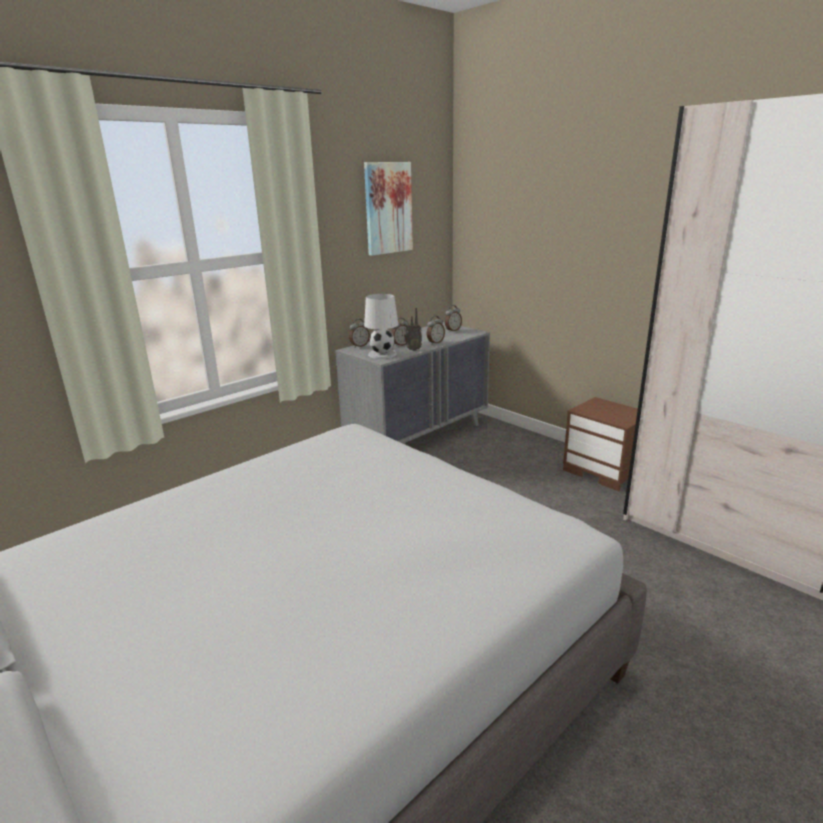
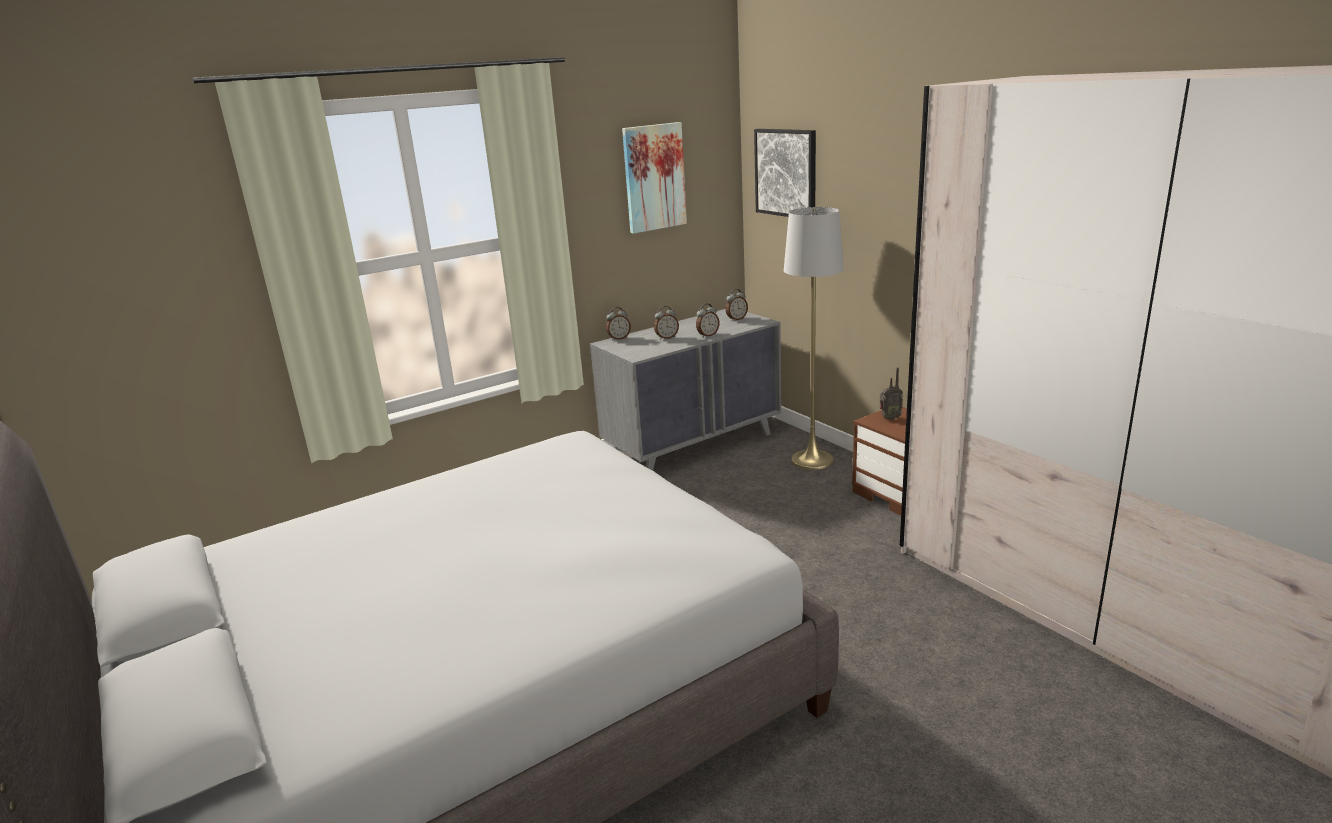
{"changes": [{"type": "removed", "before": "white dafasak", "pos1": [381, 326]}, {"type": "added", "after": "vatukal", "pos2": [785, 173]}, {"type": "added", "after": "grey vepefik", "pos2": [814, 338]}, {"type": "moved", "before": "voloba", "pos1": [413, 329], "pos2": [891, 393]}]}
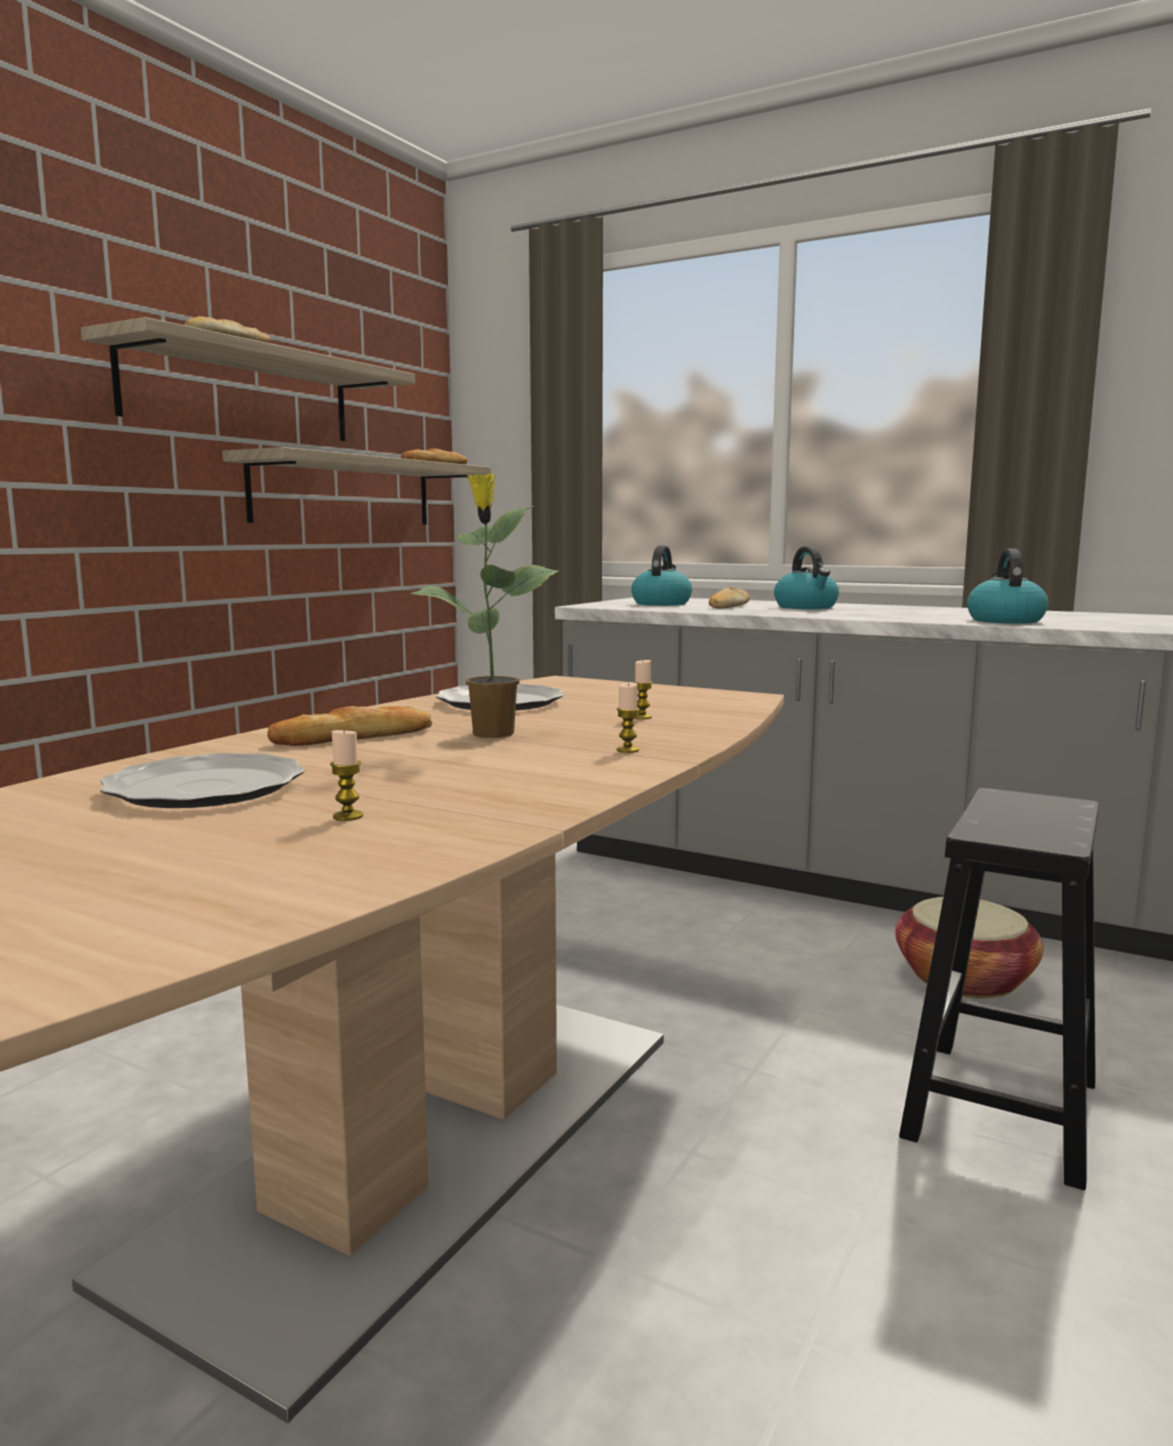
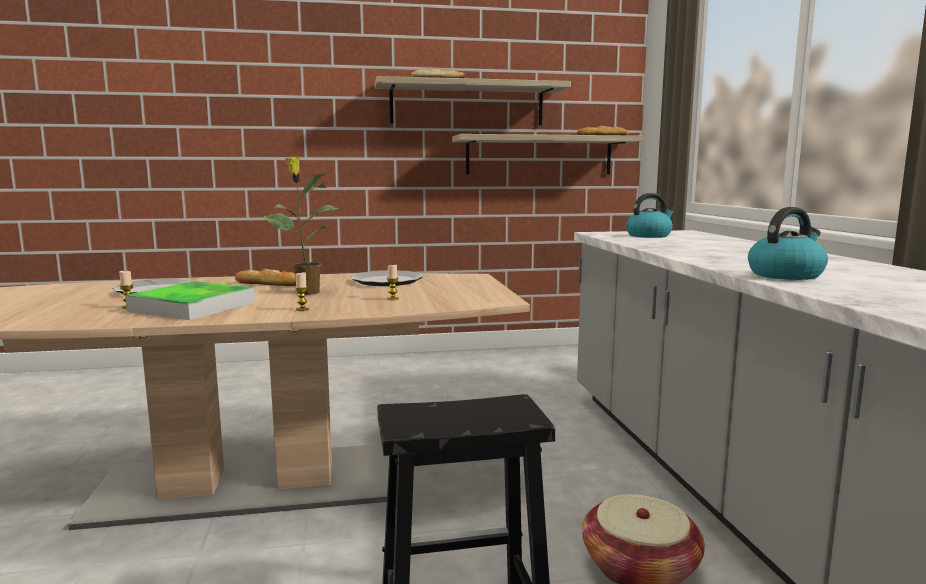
{"changes": [{"type": "removed", "before": "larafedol", "pos1": [729, 598]}, {"type": "removed", "before": "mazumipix", "pos1": [806, 577]}, {"type": "added", "after": "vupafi", "pos2": [190, 300]}]}
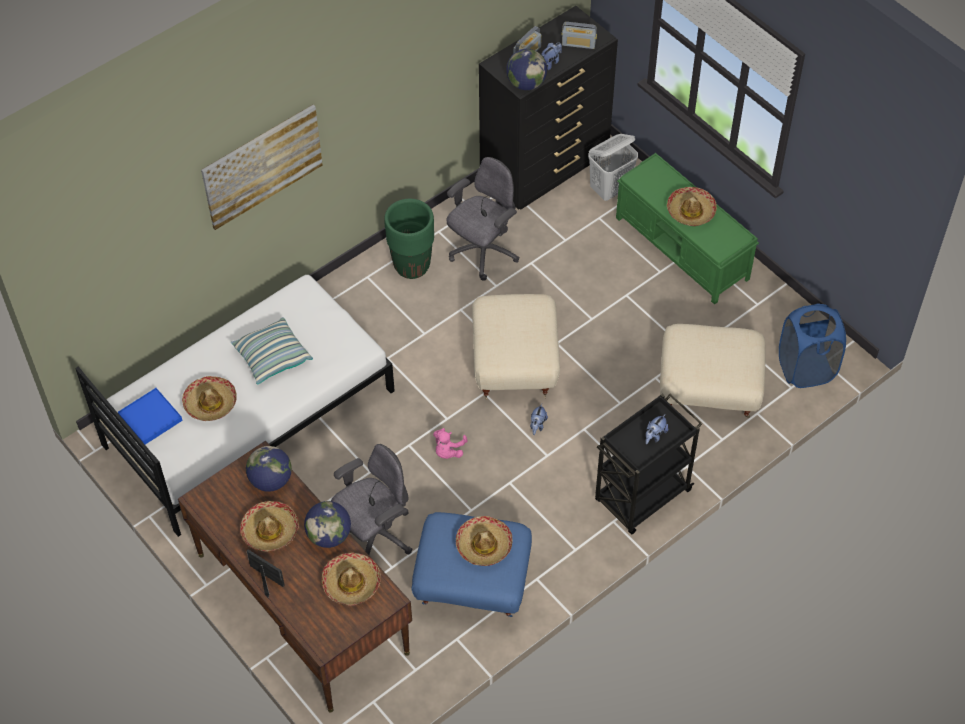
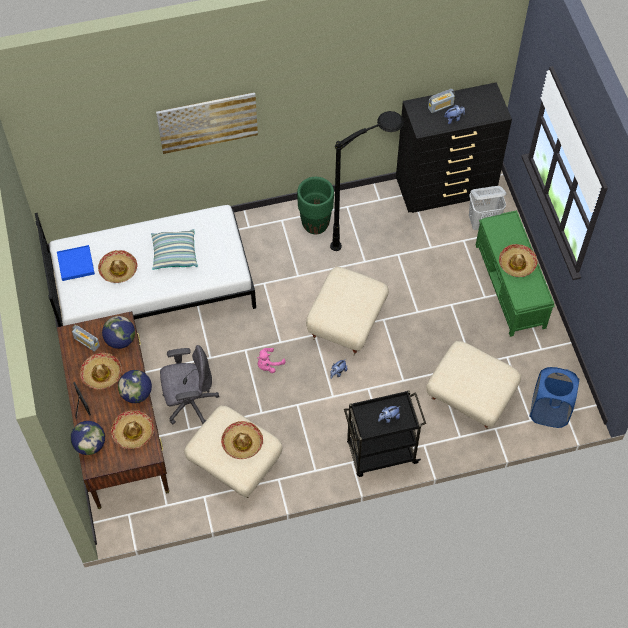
{"changes": [{"type": "moved", "before": "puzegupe", "pos1": [526, 69], "pos2": [87, 438]}, {"type": "moved", "before": "voloba", "pos1": [579, 35], "pos2": [86, 338]}, {"type": "replaced", "before": "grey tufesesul", "after": "black vepefik", "pos1": [483, 219], "pos2": [367, 181]}, {"type": "recoloured", "before": "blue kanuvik", "after": "beige kanuvik", "pos1": [471, 564], "pos2": [233, 452]}]}
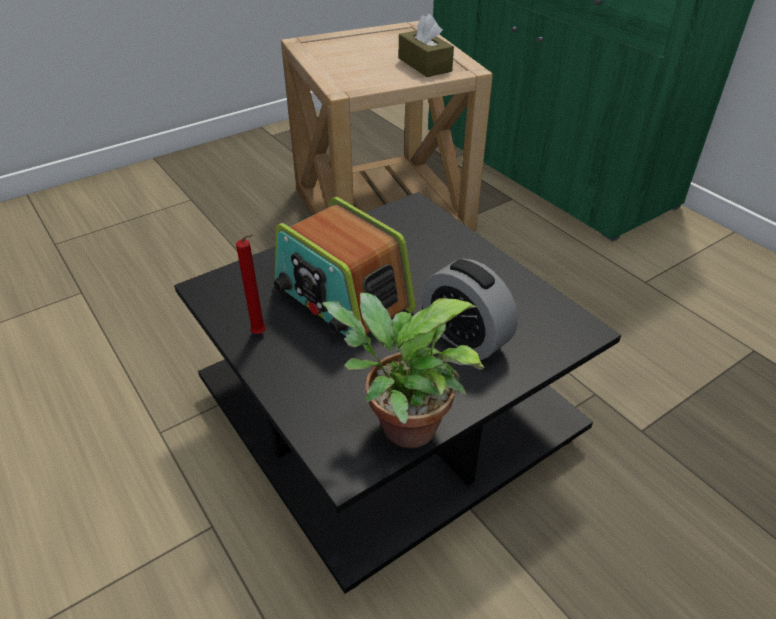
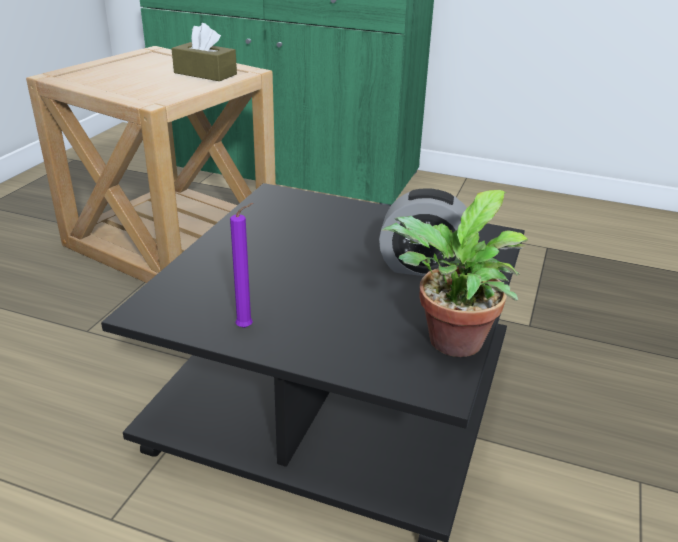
{"changes": [{"type": "removed", "before": "voloba", "pos1": [345, 271]}, {"type": "recoloured", "before": "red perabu", "after": "purple perabu", "pos1": [251, 284], "pos2": [241, 265]}]}
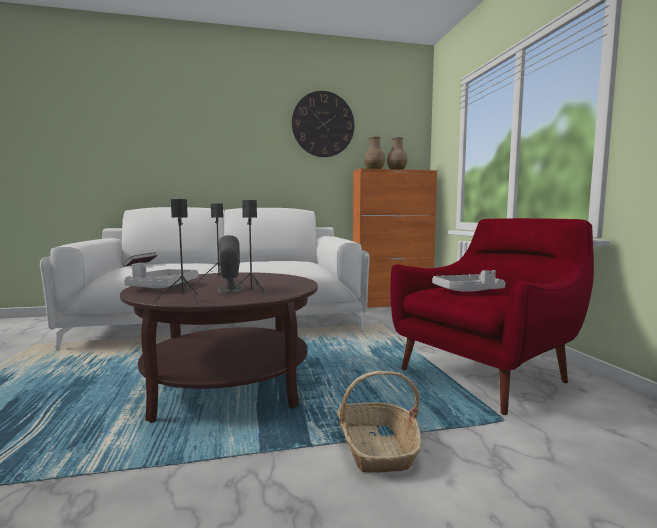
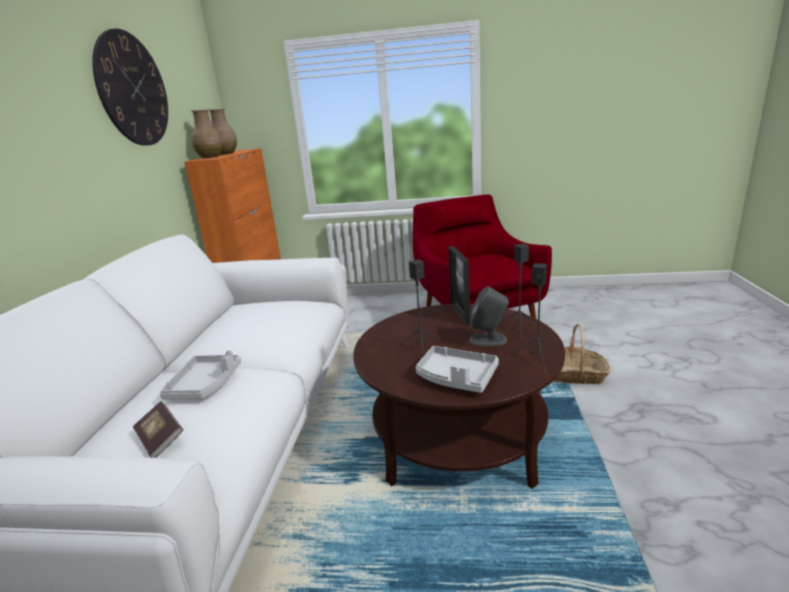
{"changes": [{"type": "added", "after": "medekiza", "pos2": [459, 285]}, {"type": "moved", "before": "grey vupafi", "pos1": [469, 281], "pos2": [200, 375]}]}
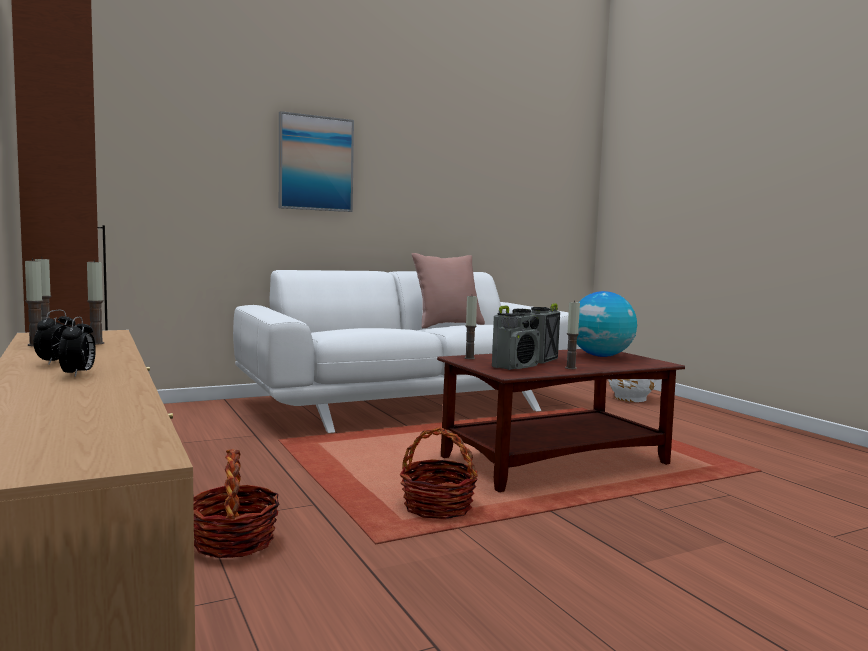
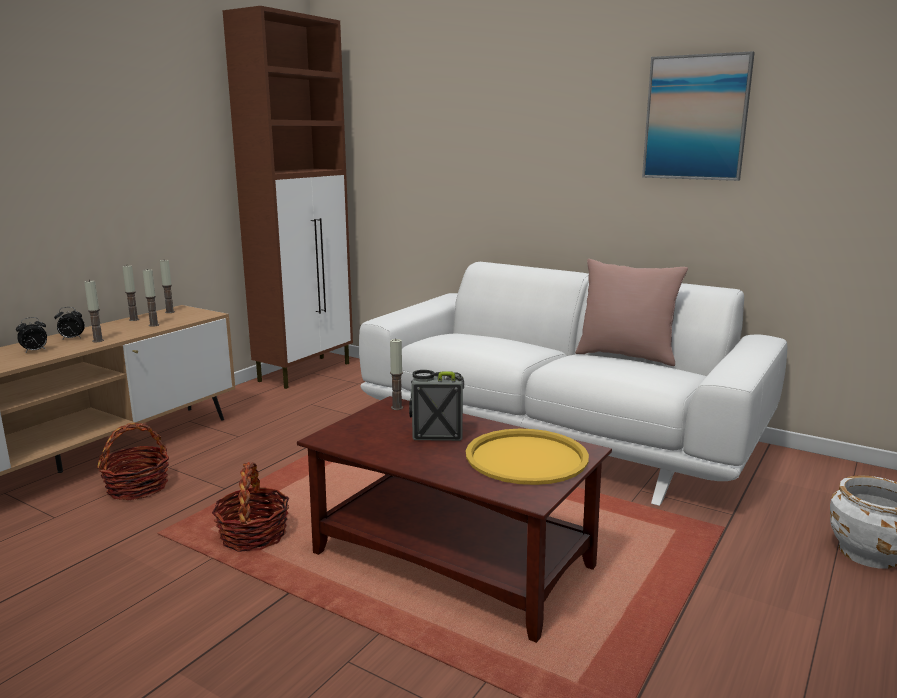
{"changes": [{"type": "removed", "before": "voloba", "pos1": [516, 338]}, {"type": "moved", "before": "vatukal", "pos1": [316, 161], "pos2": [698, 116]}, {"type": "moved", "before": "perabu", "pos1": [572, 334], "pos2": [94, 310]}, {"type": "replaced", "before": "puzegupe", "after": "yellow vupafi", "pos1": [607, 324], "pos2": [527, 457]}]}
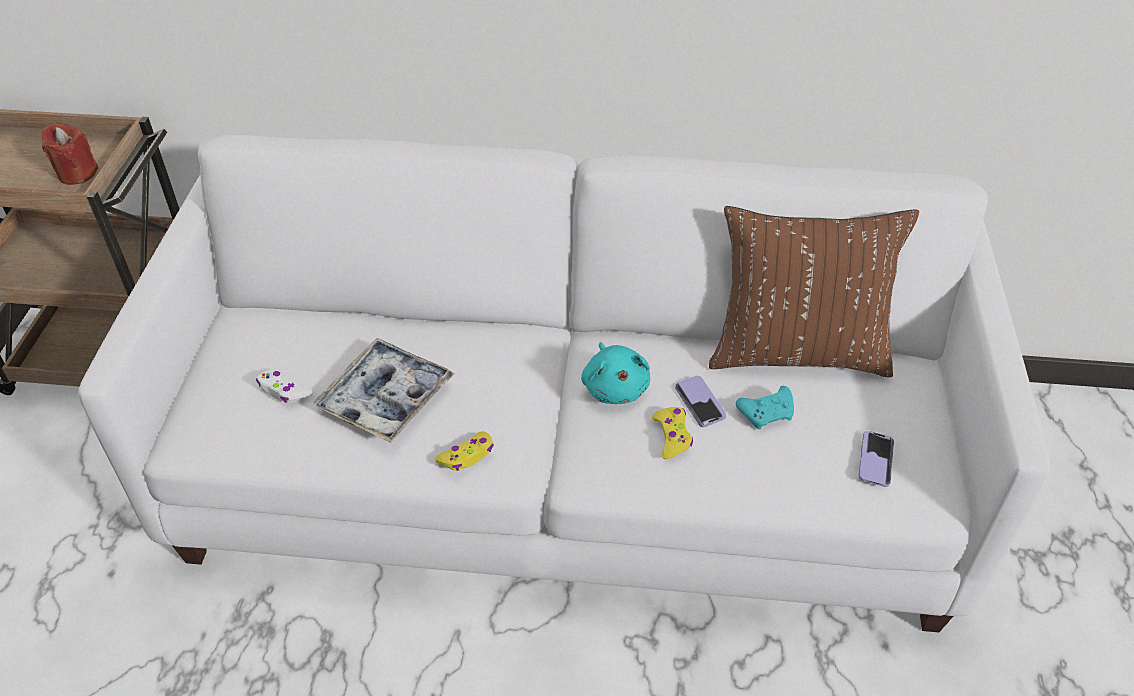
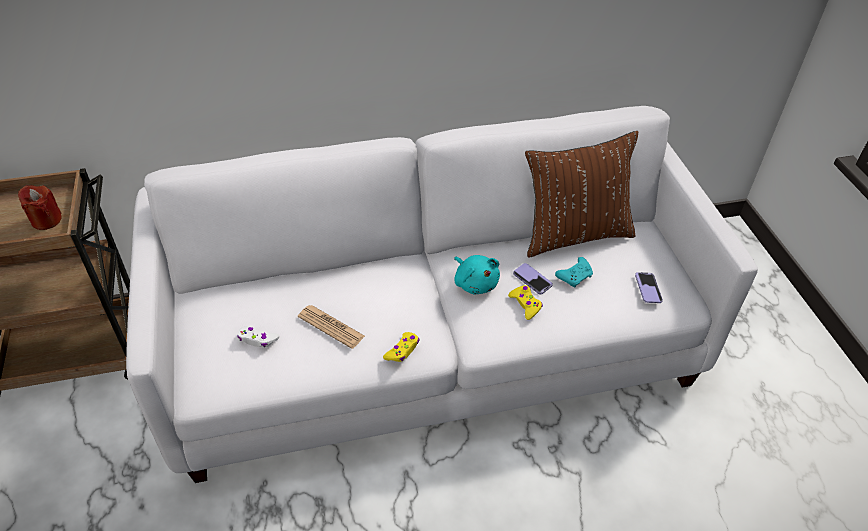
{"changes": [{"type": "replaced", "before": "vupafi", "after": "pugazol", "pos1": [384, 390], "pos2": [331, 327]}]}
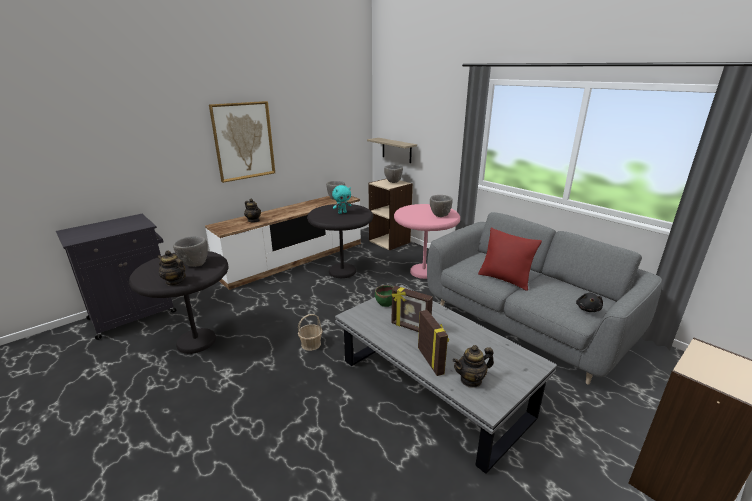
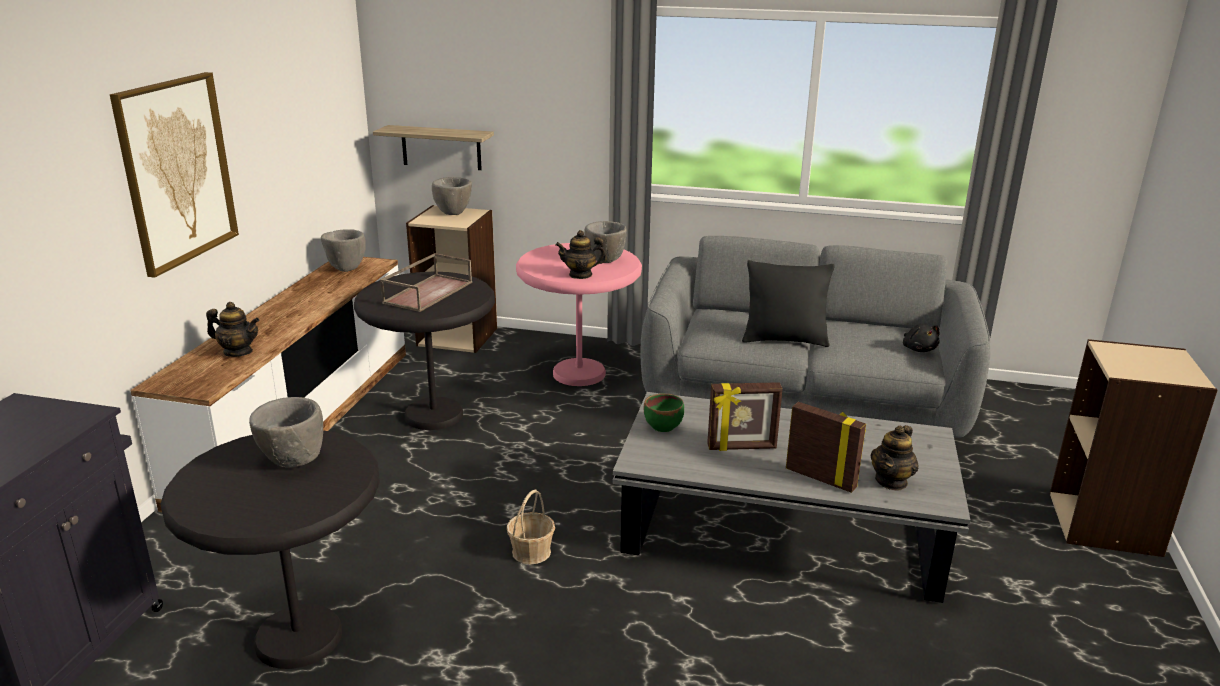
{"changes": [{"type": "moved", "before": "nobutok", "pos1": [171, 268], "pos2": [581, 254]}, {"type": "replaced", "before": "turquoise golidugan", "after": "brown vupafi", "pos1": [342, 199], "pos2": [426, 282]}, {"type": "recoloured", "before": "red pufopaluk", "after": "black pufopaluk", "pos1": [510, 259], "pos2": [788, 303]}]}
